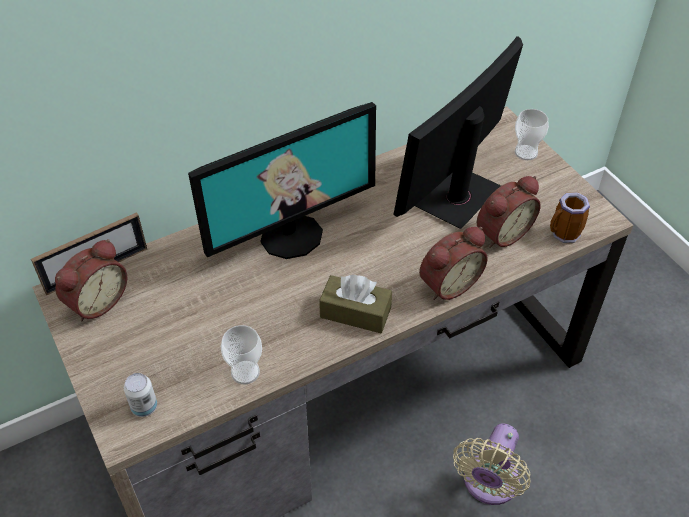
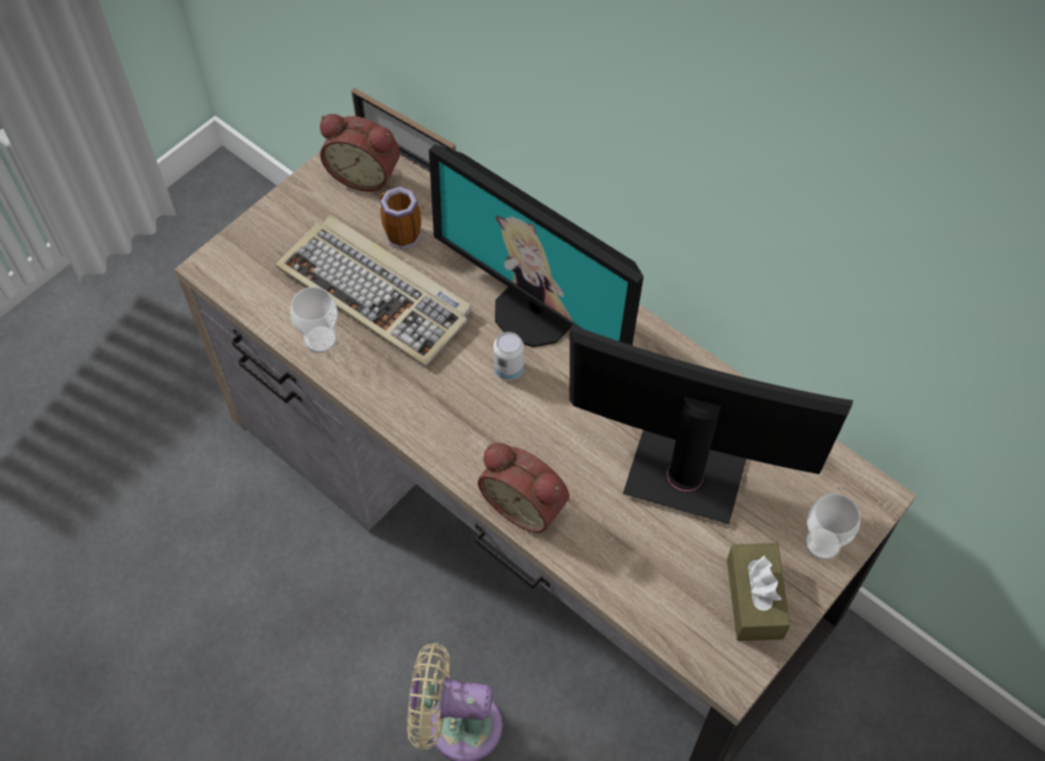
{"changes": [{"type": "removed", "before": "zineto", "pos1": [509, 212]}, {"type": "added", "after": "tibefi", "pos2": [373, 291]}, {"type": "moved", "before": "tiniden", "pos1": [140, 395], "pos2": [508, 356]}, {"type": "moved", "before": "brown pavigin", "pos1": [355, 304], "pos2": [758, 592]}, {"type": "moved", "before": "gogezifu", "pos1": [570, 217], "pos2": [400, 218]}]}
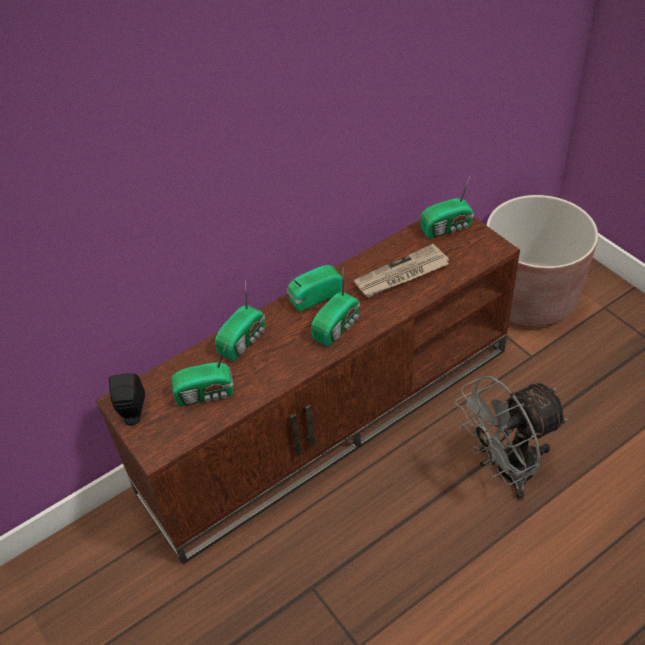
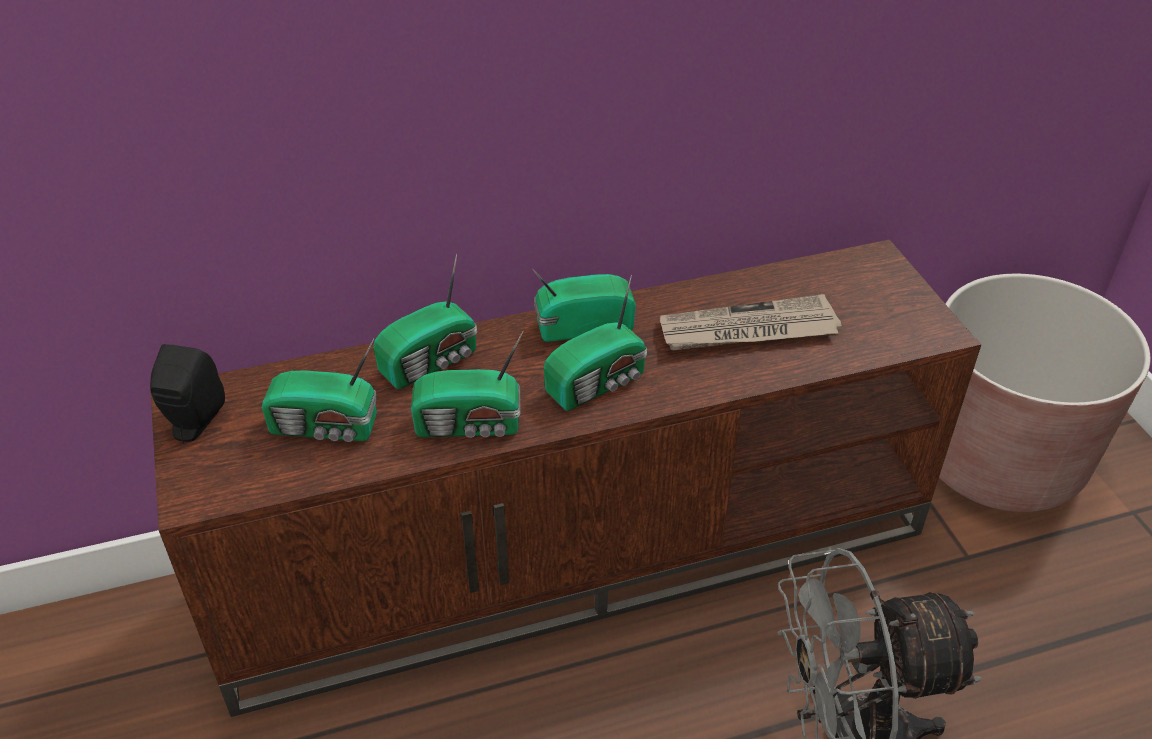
{"changes": [{"type": "moved", "before": "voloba", "pos1": [447, 207], "pos2": [467, 384]}]}
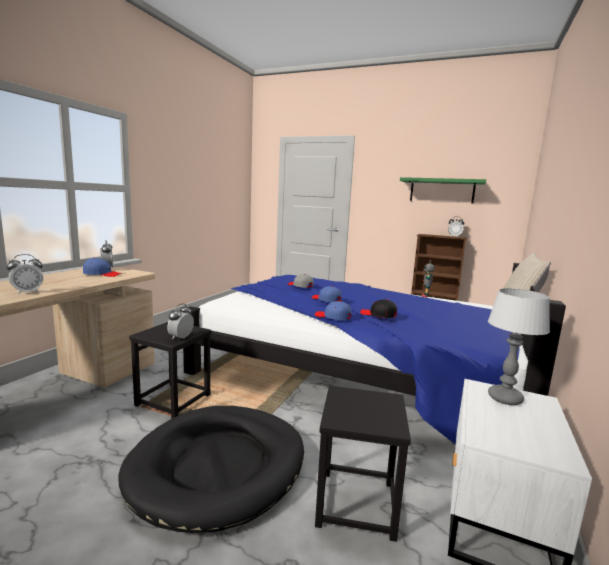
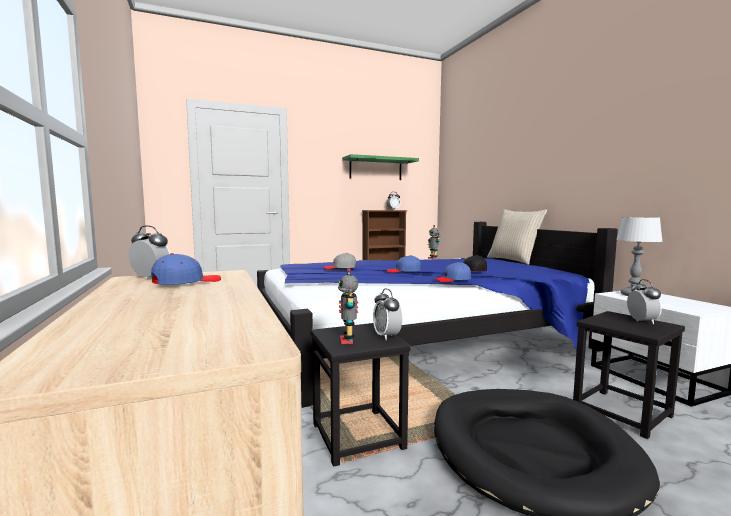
{"changes": [{"type": "added", "after": "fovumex", "pos2": [348, 306]}, {"type": "moved", "before": "zineto", "pos1": [25, 274], "pos2": [644, 301]}]}
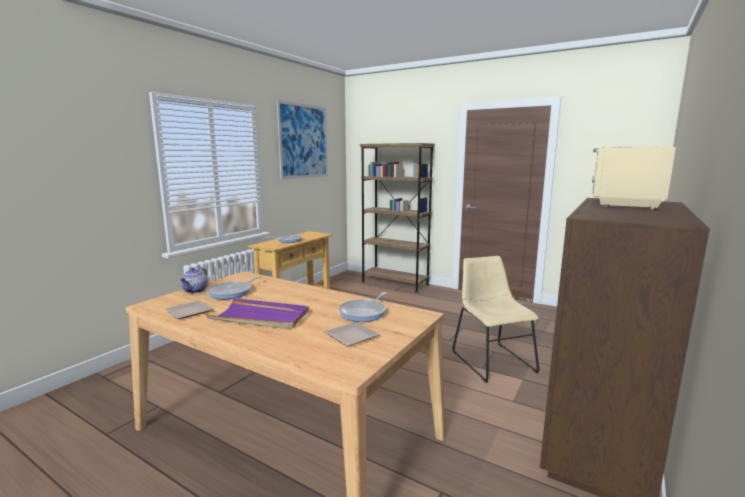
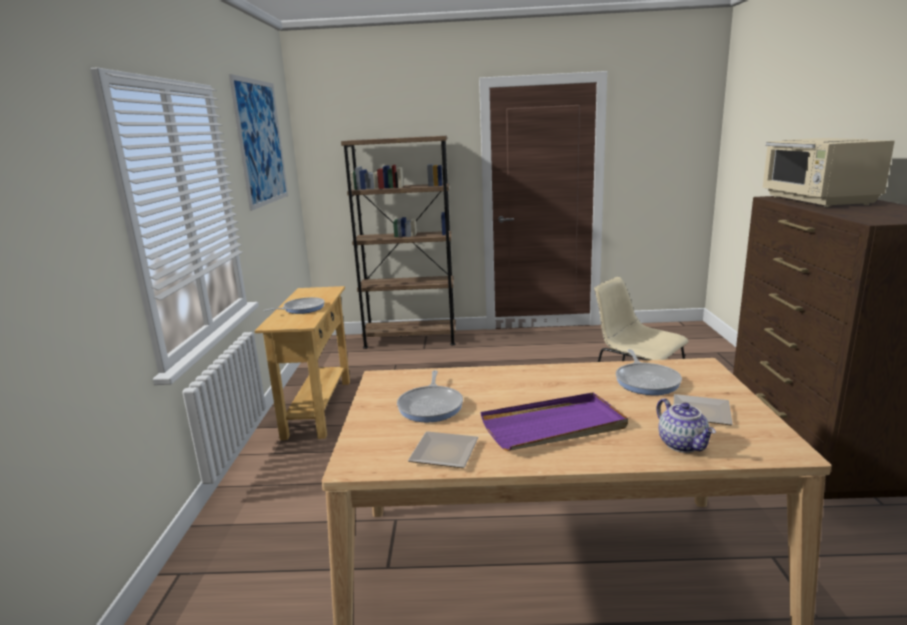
{"changes": [{"type": "moved", "before": "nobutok", "pos1": [194, 280], "pos2": [686, 425]}]}
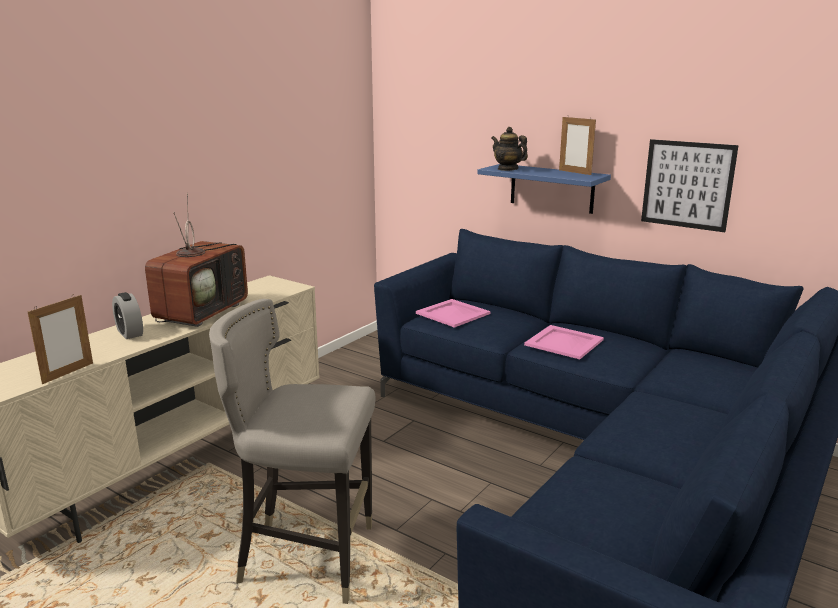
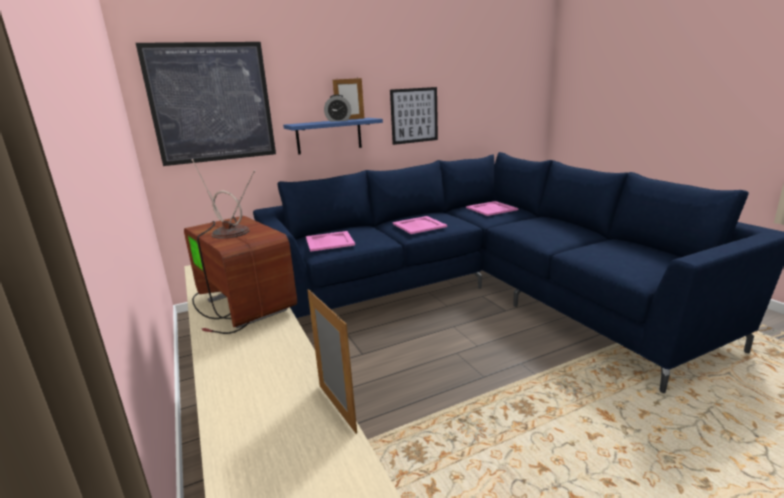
{"changes": [{"type": "removed", "before": "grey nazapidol", "pos1": [292, 451]}, {"type": "removed", "before": "nobutok", "pos1": [509, 149]}, {"type": "added", "after": "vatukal", "pos2": [206, 104]}, {"type": "added", "after": "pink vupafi", "pos2": [492, 208]}, {"type": "moved", "before": "zineto", "pos1": [127, 315], "pos2": [337, 108]}]}
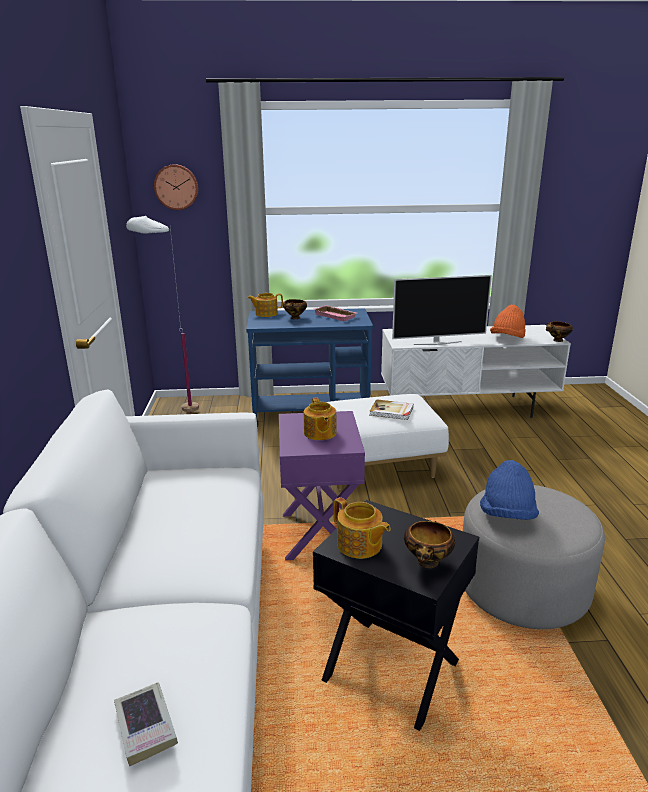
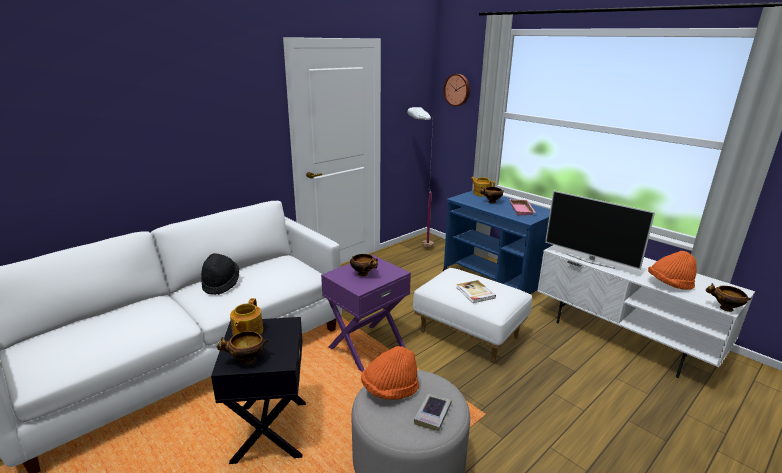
{"changes": [{"type": "added", "after": "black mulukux", "pos2": [220, 274]}, {"type": "moved", "before": "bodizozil", "pos1": [146, 724], "pos2": [432, 412]}, {"type": "replaced", "before": "nobutok", "after": "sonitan", "pos1": [320, 419], "pos2": [364, 265]}, {"type": "recoloured", "before": "blue mulukux", "after": "orange mulukux", "pos1": [509, 490], "pos2": [390, 373]}]}
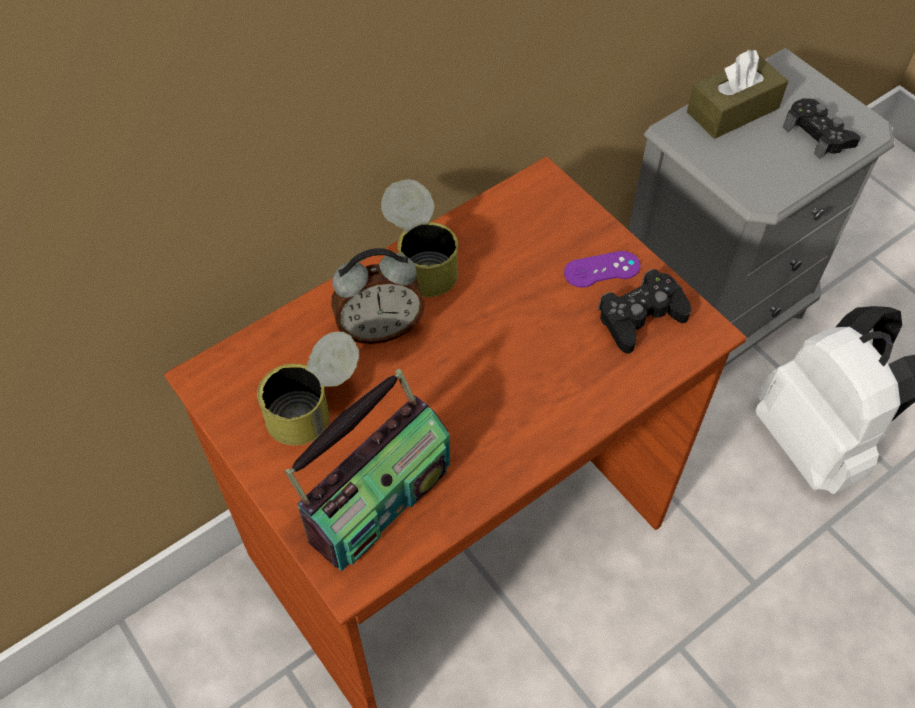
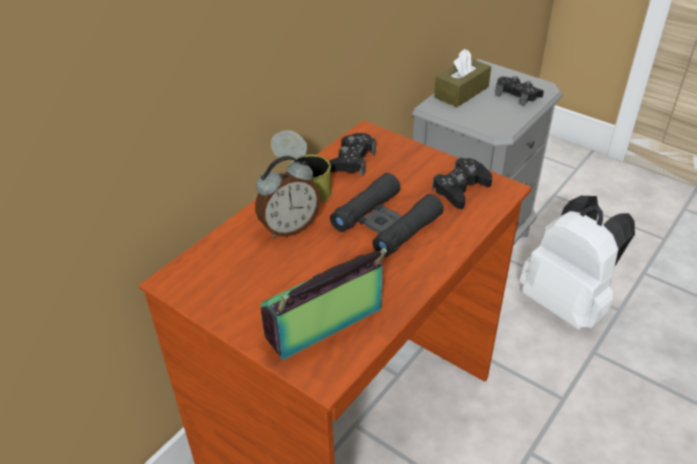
{"changes": [{"type": "removed", "before": "tiniden", "pos1": [308, 389]}, {"type": "removed", "before": "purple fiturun", "pos1": [602, 269]}, {"type": "added", "after": "black fiturun", "pos2": [352, 154]}, {"type": "added", "after": "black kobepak", "pos2": [387, 215]}, {"type": "turned", "before": "voloba", "pos1": [367, 470], "pos2": [324, 304], "turn": -150}]}
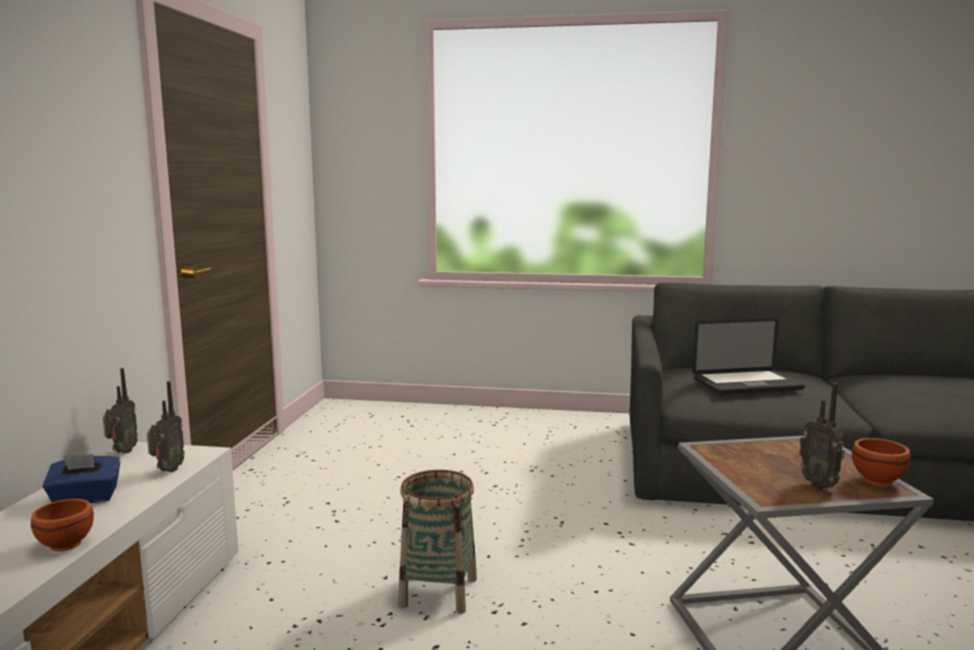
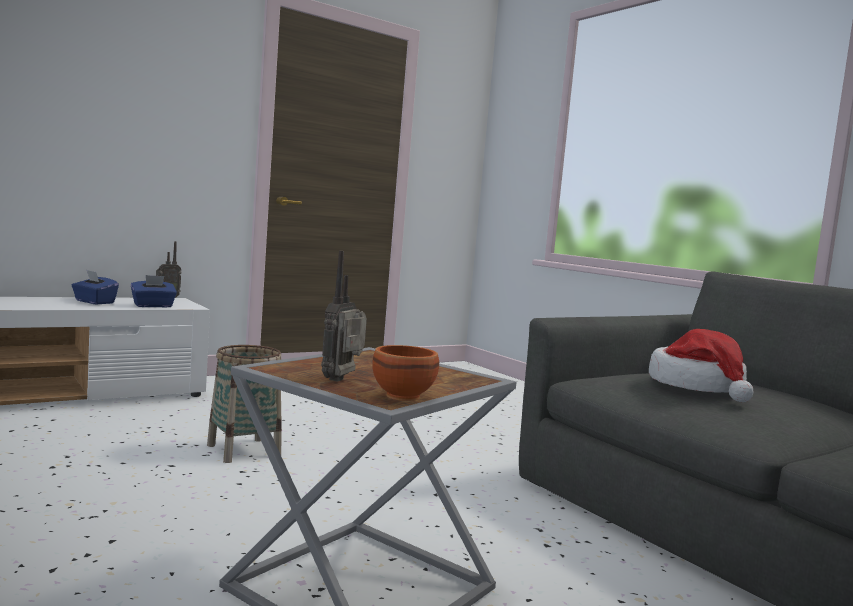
{"changes": [{"type": "removed", "before": "brown sonitan", "pos1": [62, 525]}, {"type": "replaced", "before": "voloba", "after": "blue pavigin", "pos1": [166, 426], "pos2": [154, 291]}, {"type": "replaced", "before": "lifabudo", "after": "mulukux", "pos1": [749, 356], "pos2": [701, 365]}]}
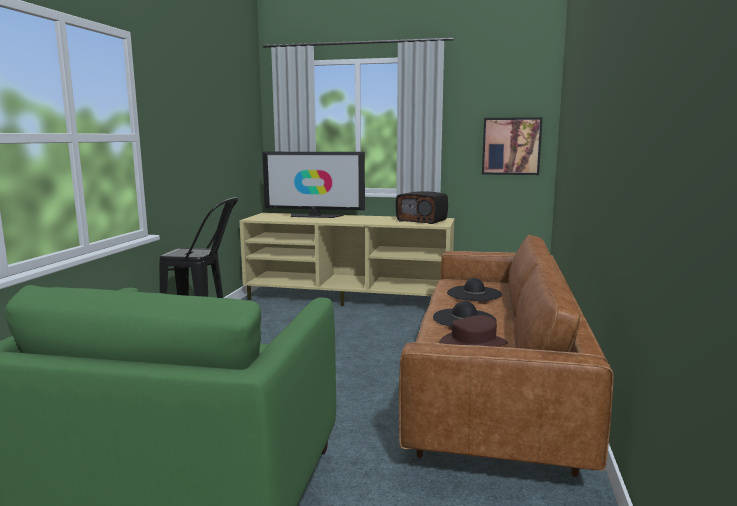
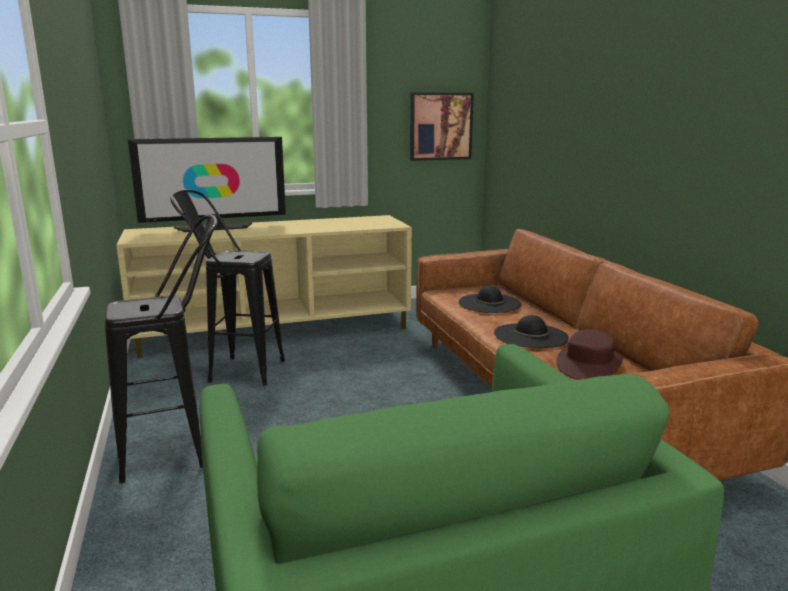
{"changes": [{"type": "removed", "before": "voloba", "pos1": [422, 207]}, {"type": "added", "after": "black nazapidol", "pos2": [227, 287]}]}
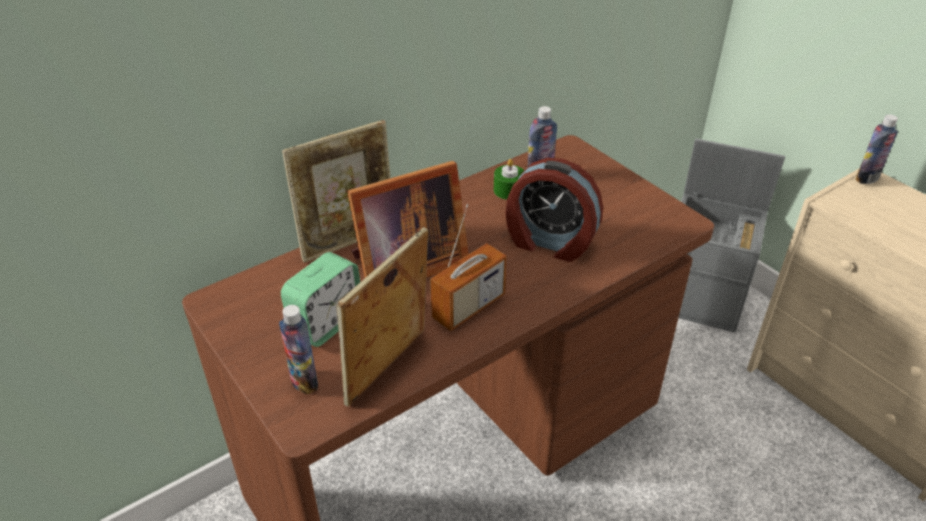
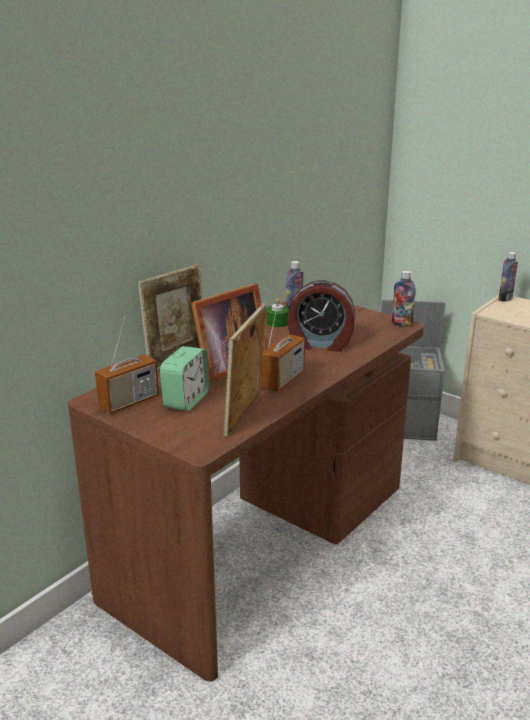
{"changes": [{"type": "added", "after": "voloba", "pos2": [127, 365]}, {"type": "moved", "before": "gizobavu", "pos1": [298, 349], "pos2": [404, 298]}]}
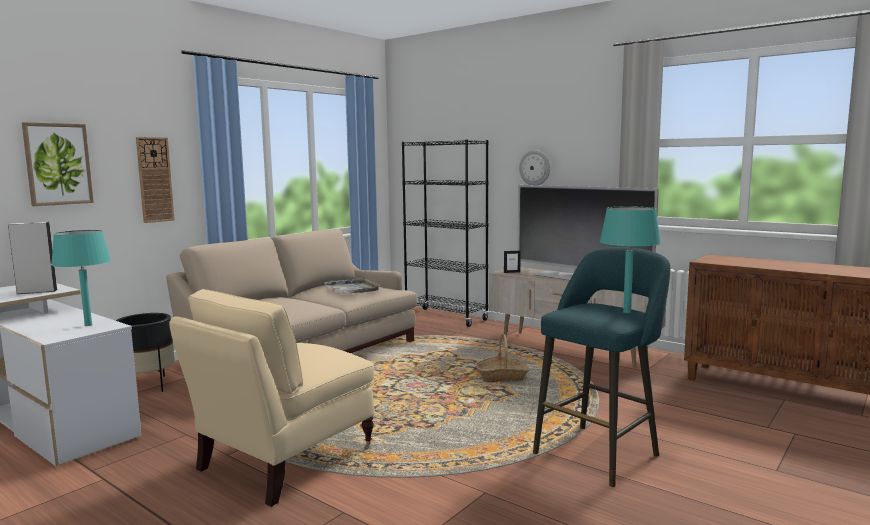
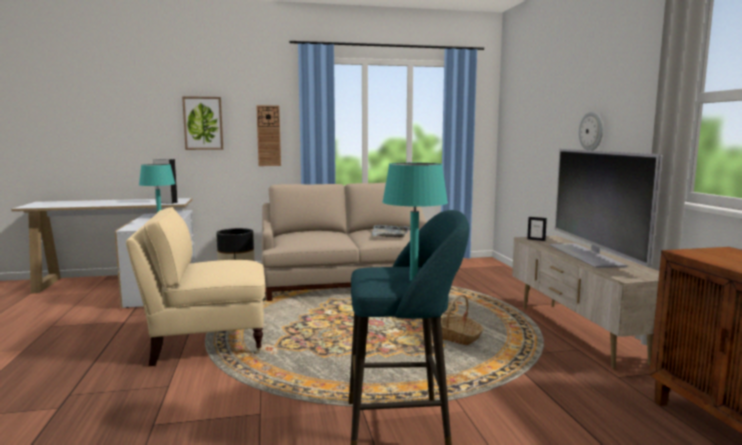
{"changes": [{"type": "removed", "before": "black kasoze", "pos1": [445, 233]}]}
